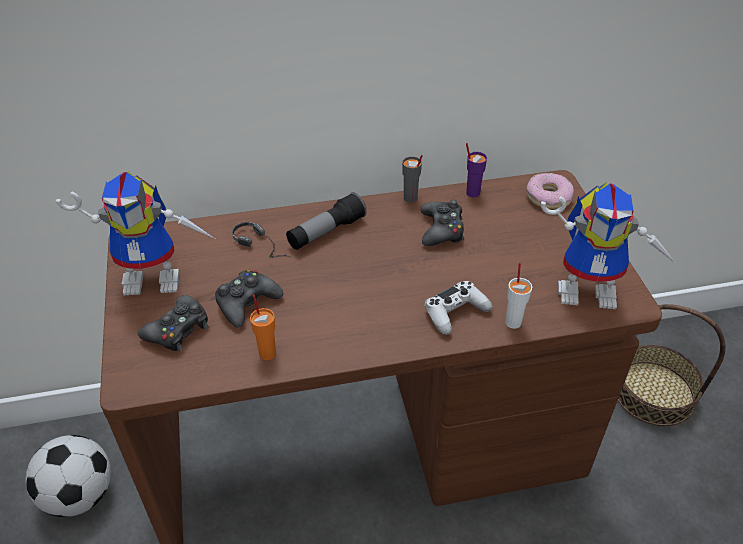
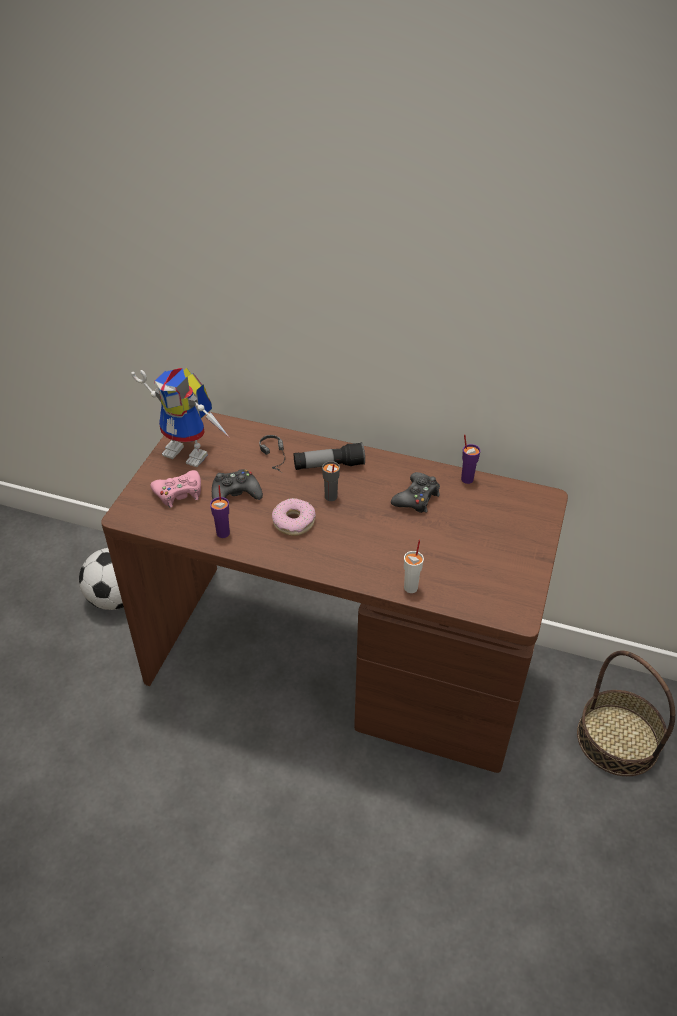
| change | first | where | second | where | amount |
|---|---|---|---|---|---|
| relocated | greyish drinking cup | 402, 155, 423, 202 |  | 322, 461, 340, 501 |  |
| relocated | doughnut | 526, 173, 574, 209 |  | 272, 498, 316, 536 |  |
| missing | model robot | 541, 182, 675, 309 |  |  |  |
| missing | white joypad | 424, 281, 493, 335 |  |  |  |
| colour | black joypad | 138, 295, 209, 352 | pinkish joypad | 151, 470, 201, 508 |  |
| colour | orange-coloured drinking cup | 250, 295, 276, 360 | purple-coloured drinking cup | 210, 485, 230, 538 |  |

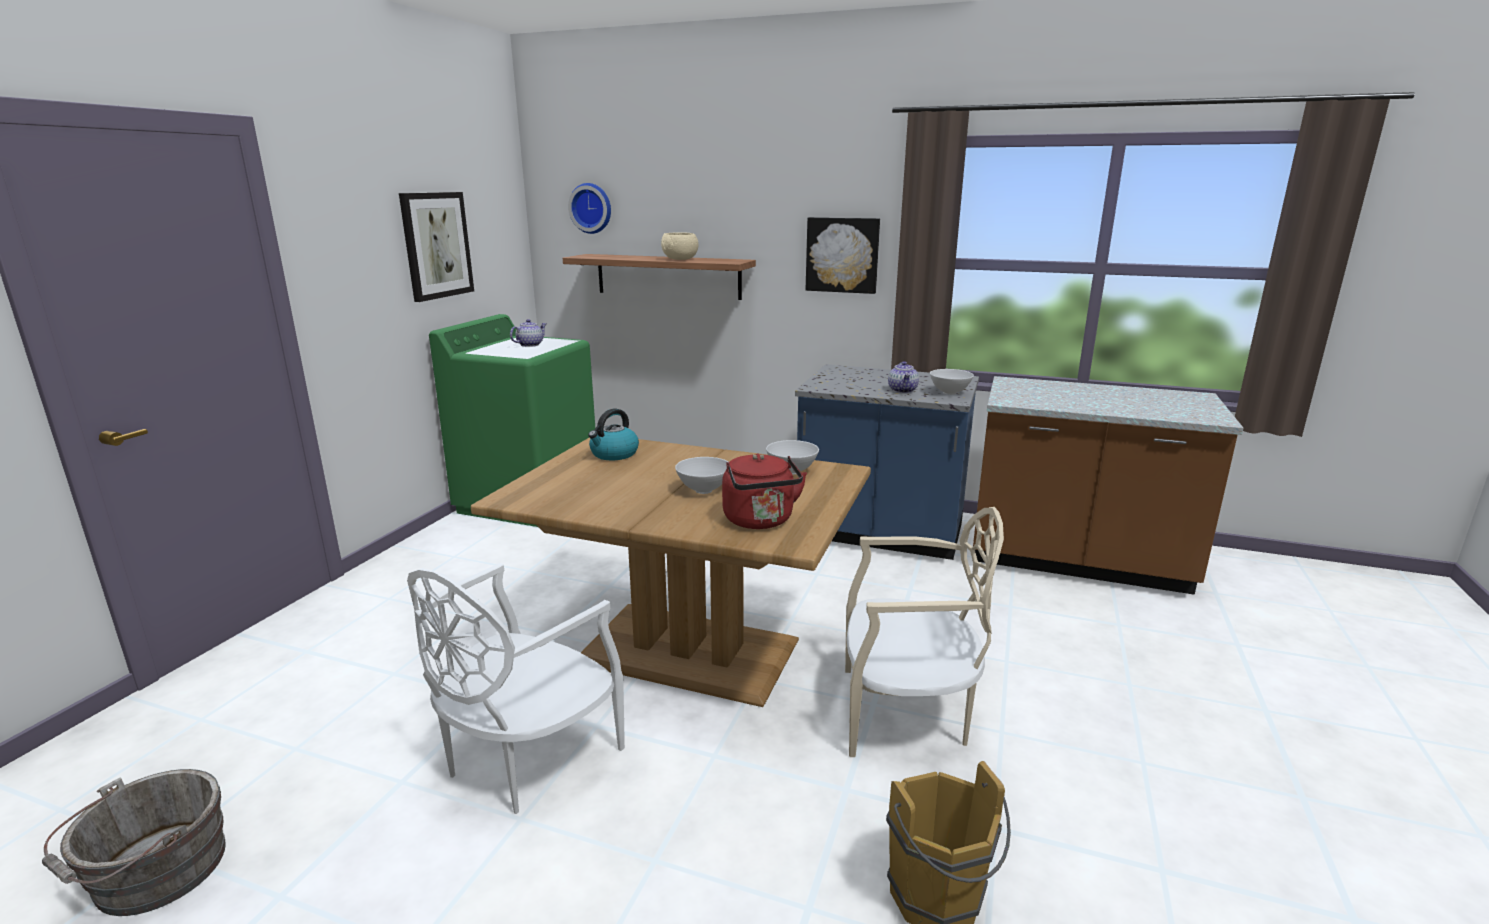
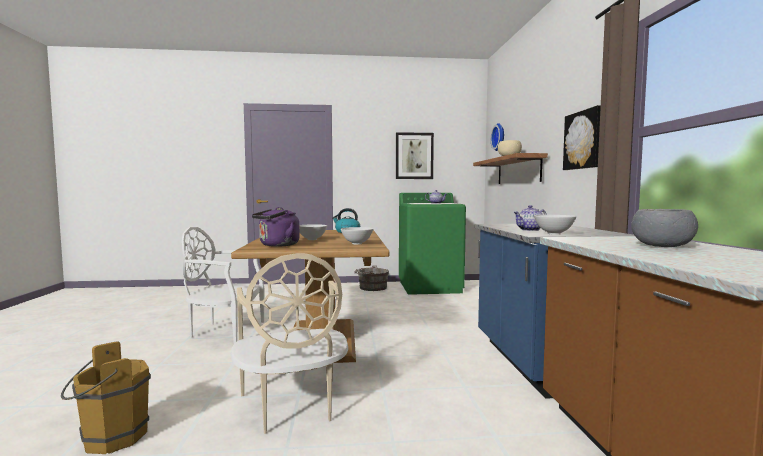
| change | first | where | second | where | amount |
|---|---|---|---|---|---|
| colour | red kettle | 722, 454, 807, 529 | purple-coloured kettle | 252, 207, 300, 247 |  |
| relocated | greyish bucket | 42, 769, 226, 916 |  | 354, 265, 389, 291 |  |
| appeared |  |  | greyish serving bowl | 631, 209, 698, 247 |  |

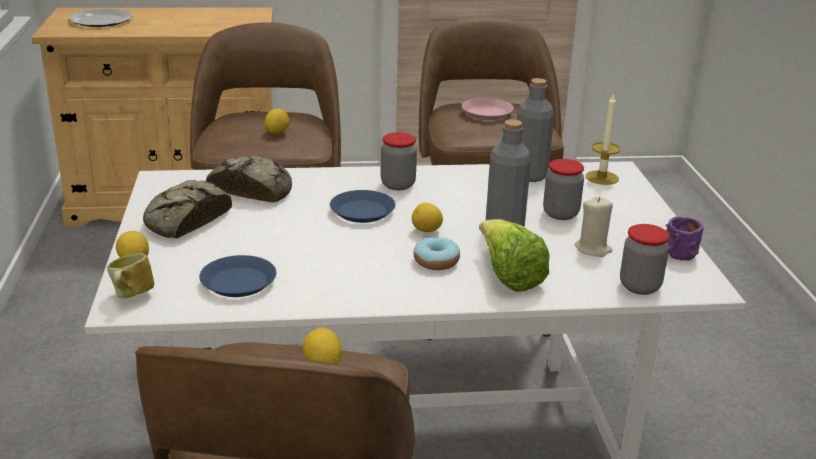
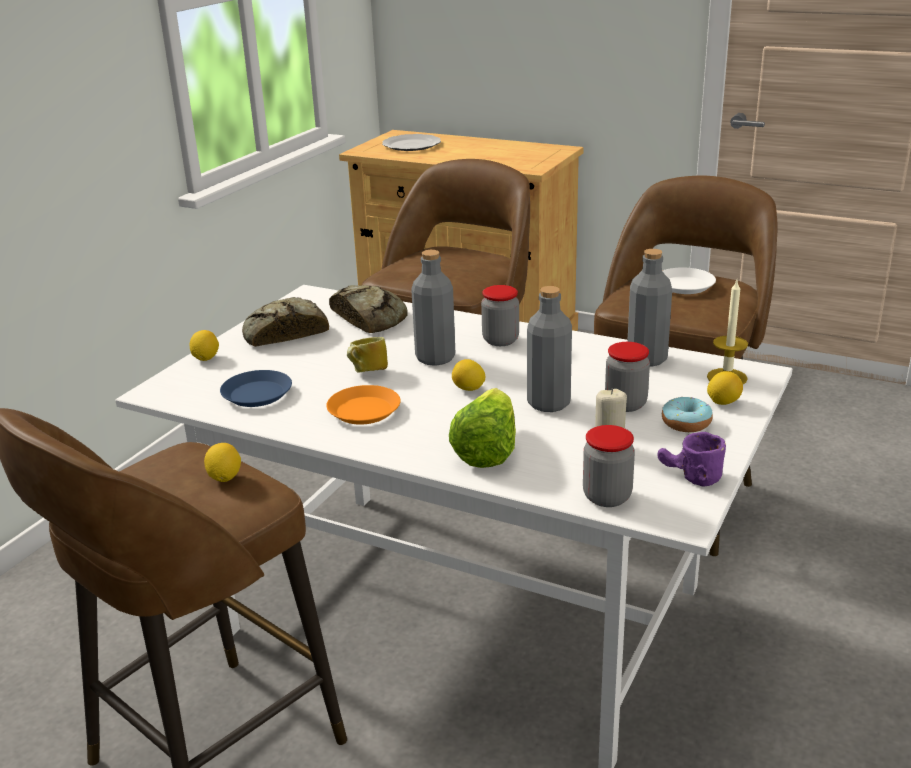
| change | first | where | second | where | amount |
|---|---|---|---|---|---|
| colour | pinkish plate | 462, 98, 514, 120 | white plate | 663, 268, 716, 294 |  |
| relocated | whole lemon | 264, 109, 290, 134 |  | 707, 371, 743, 405 |  |
| exchanged | blue plate | 330, 190, 395, 223 | greyish drink bottle | 411, 250, 455, 366 |  |
| relocated | doughnut | 414, 237, 460, 270 |  | 662, 397, 713, 432 |  |
| relocated | tea mug | 107, 253, 154, 298 |  | 347, 337, 388, 372 |  |
| appeared |  |  | orange-coloured plate | 326, 385, 401, 425 |  |

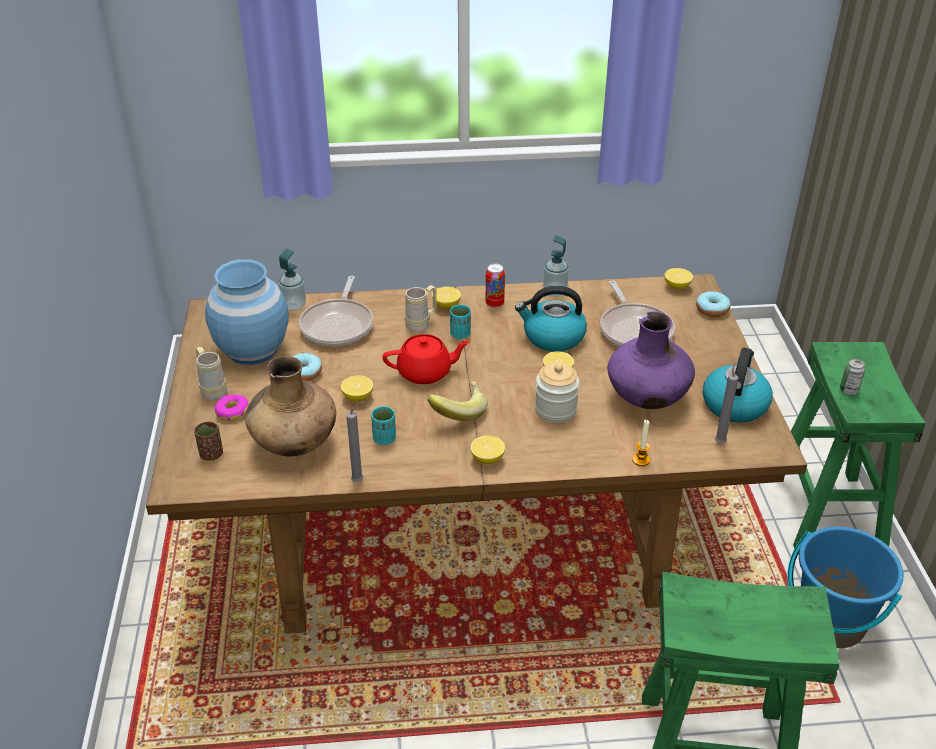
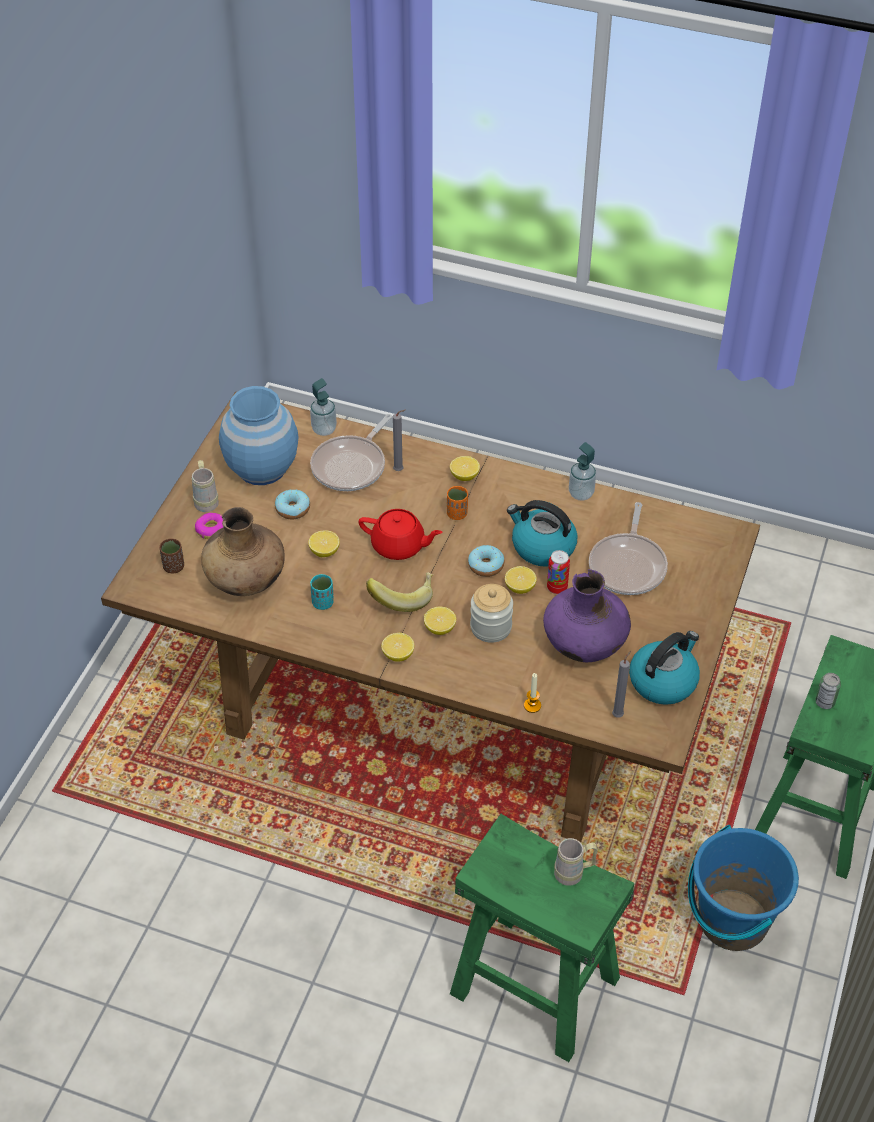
| change | first | where | second | where | amount |
|---|---|---|---|---|---|
| relocated | sealed can | 486, 264, 505, 308 |  | 547, 550, 570, 594 |  |
| relocated | whole lemon | 664, 268, 693, 290 |  | 424, 607, 456, 635 |  |
| relocated | sand-coloured tea mug | 405, 285, 437, 332 |  | 554, 838, 598, 886 |  |
| relocated | doughnut | 696, 291, 731, 317 |  | 468, 545, 504, 577 |  |
| colour | turquoise drinking cup | 450, 305, 471, 339 | orange-coloured drinking cup | 447, 486, 468, 520 |  |
| relocated | greyish wax candle | 346, 403, 363, 482 |  | 393, 409, 406, 471 |  |

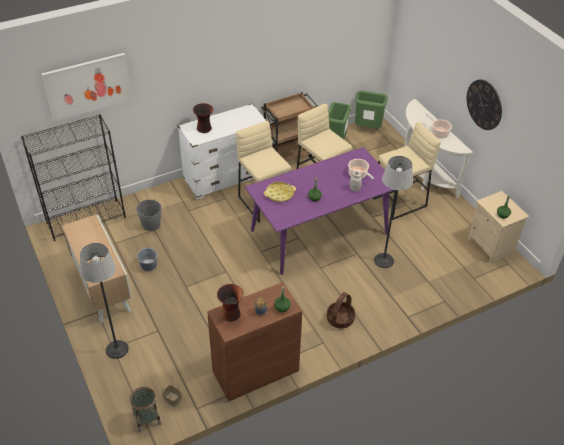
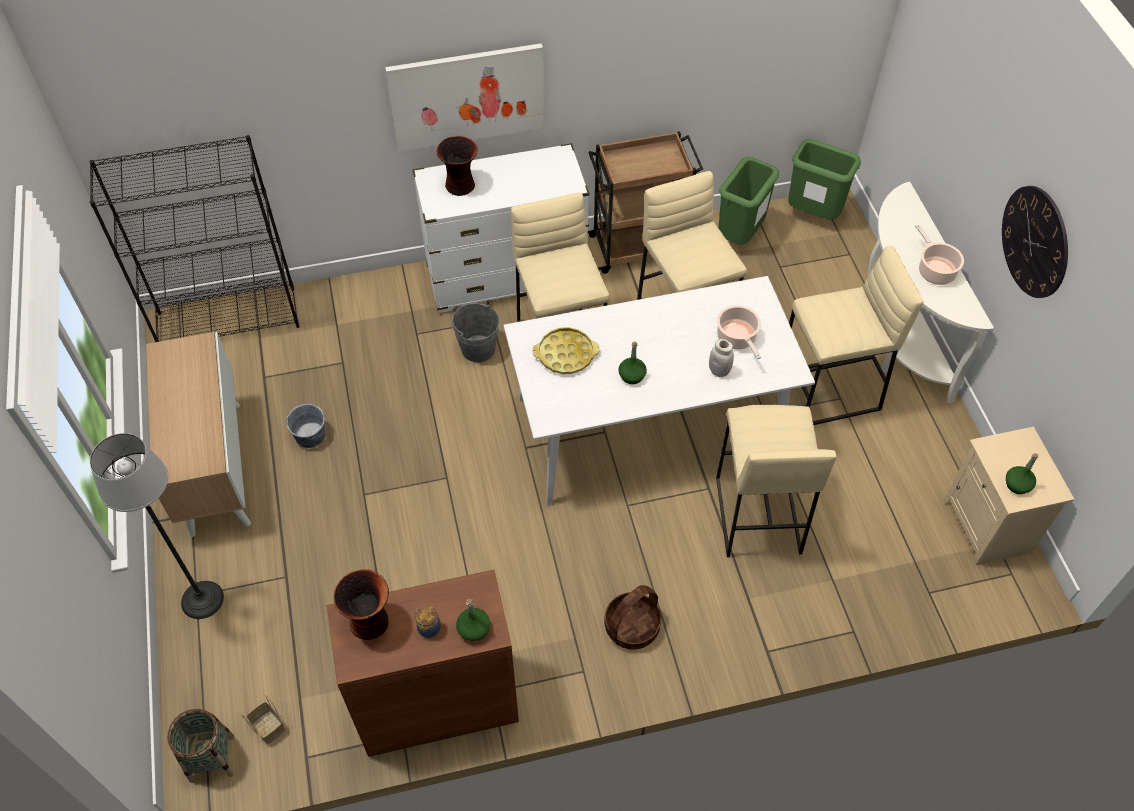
| change | first | where | second | where | amount |
|---|---|---|---|---|---|
| relocated | wall picture | 41, 53, 132, 122 |  | 385, 43, 545, 152 |  |
| colour | purple-coloured kitchen table | 245, 147, 394, 275 | white kitchen table | 503, 276, 815, 506 |  |
| exchanged | standard lamp | 374, 156, 413, 268 | sand-coloured stool | 716, 405, 837, 557 |  |
| relocated | greyish bucket | 136, 199, 162, 231 |  | 452, 303, 500, 362 |  |

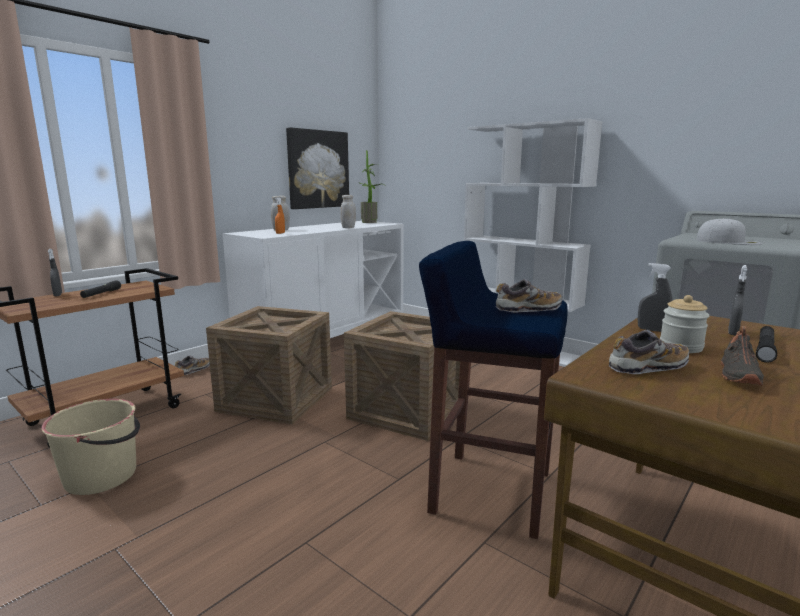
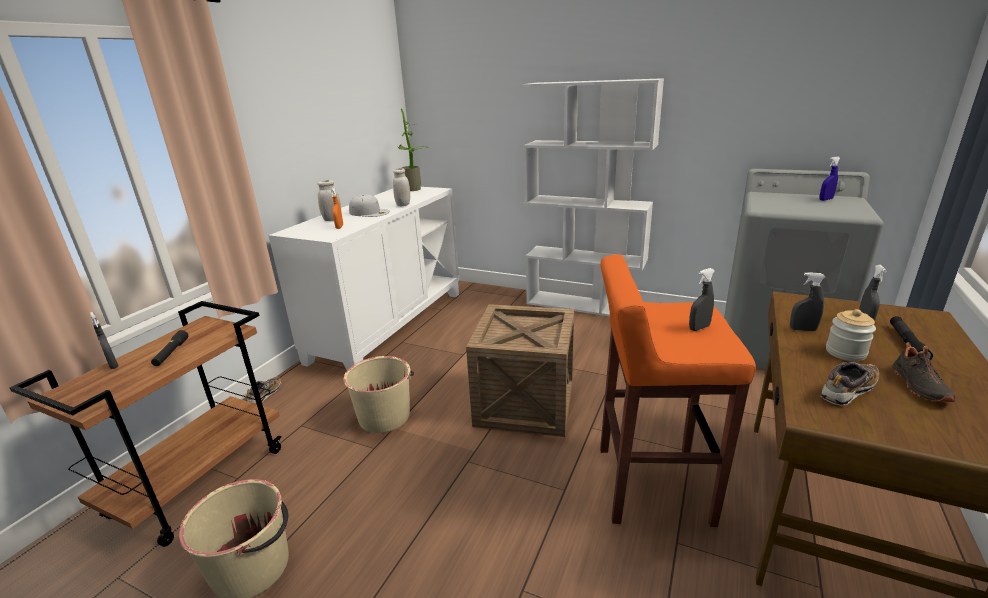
| change | first | where | second | where | amount |
|---|---|---|---|---|---|
| missing | wall picture | 286, 127, 349, 209 |  |  |  |
| relocated | white cap | 697, 218, 762, 245 |  | 349, 195, 390, 217 |  |
| colour | blue stool | 419, 241, 568, 539 | orange-coloured stool | 600, 254, 756, 527 |  |
| exchanged | shoe | 496, 279, 562, 312 | greyish hand sprayer | 689, 268, 715, 331 |  |
| exchanged | crate | 206, 306, 332, 424 | sand-coloured bucket | 343, 356, 414, 433 |  |
| appeared |  |  | blue hand sprayer | 819, 156, 841, 201 |  |

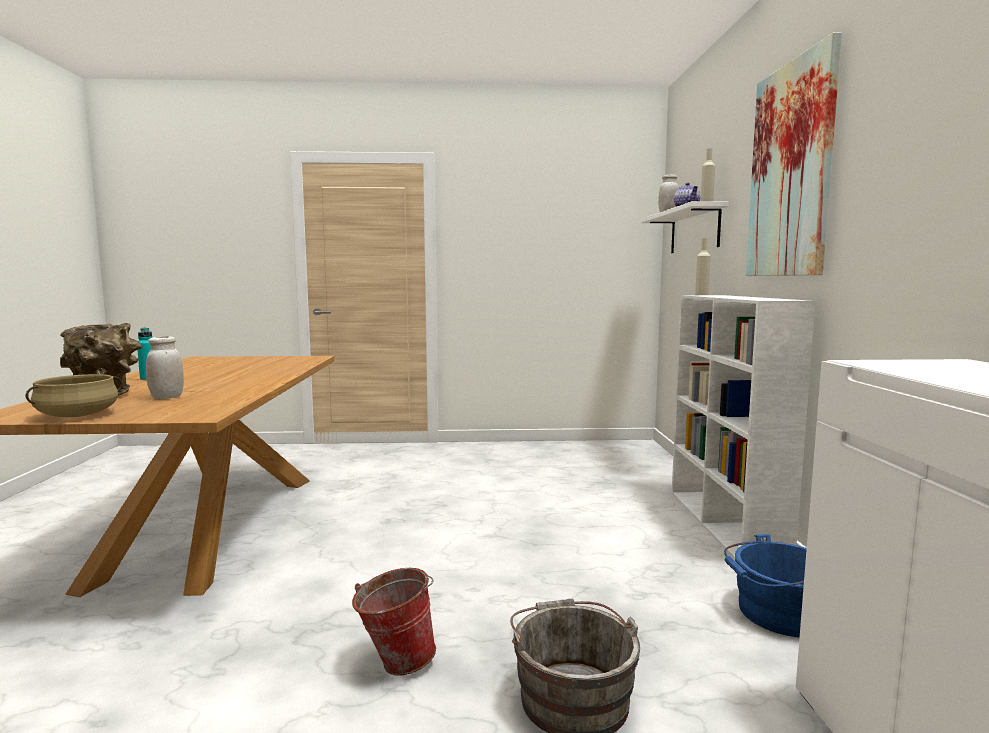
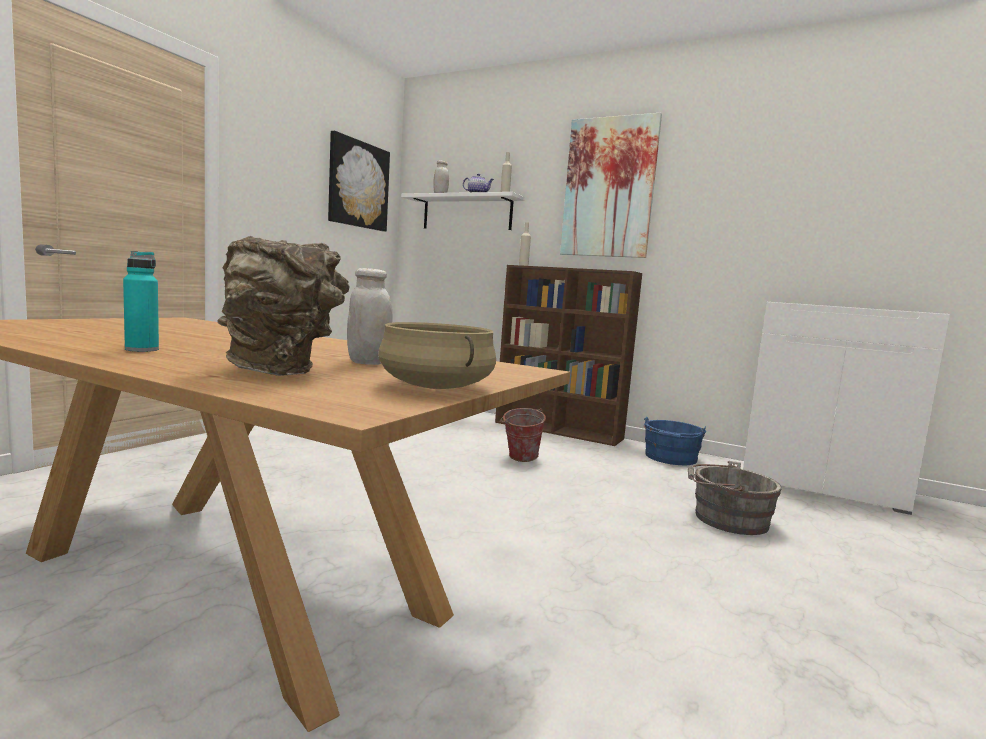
| change | first | where | second | where | amount |
|---|---|---|---|---|---|
| colour | white bookshelf | 672, 295, 815, 559 | brown-coloured bookshelf | 495, 265, 642, 446 |  |
| relocated | bucket | 352, 568, 436, 676 |  | 501, 408, 546, 462 |  |
| appeared |  |  | wall picture | 328, 131, 390, 232 |  |

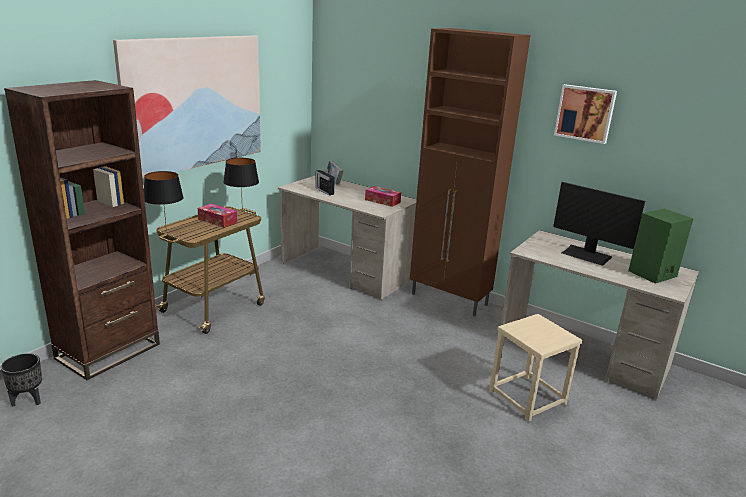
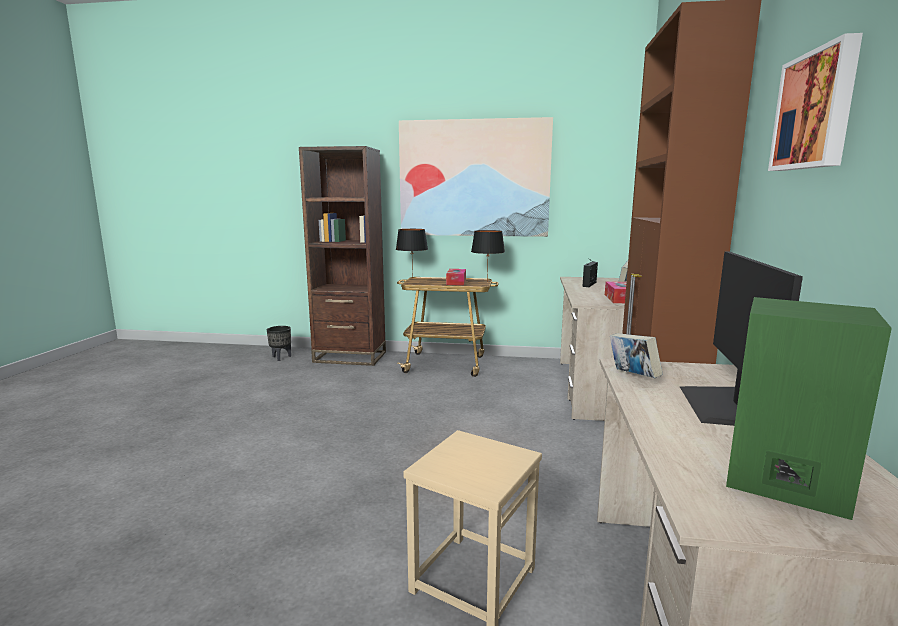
| change | first | where | second | where | amount |
|---|---|---|---|---|---|
| appeared |  |  | bound book | 610, 333, 663, 378 |  |

